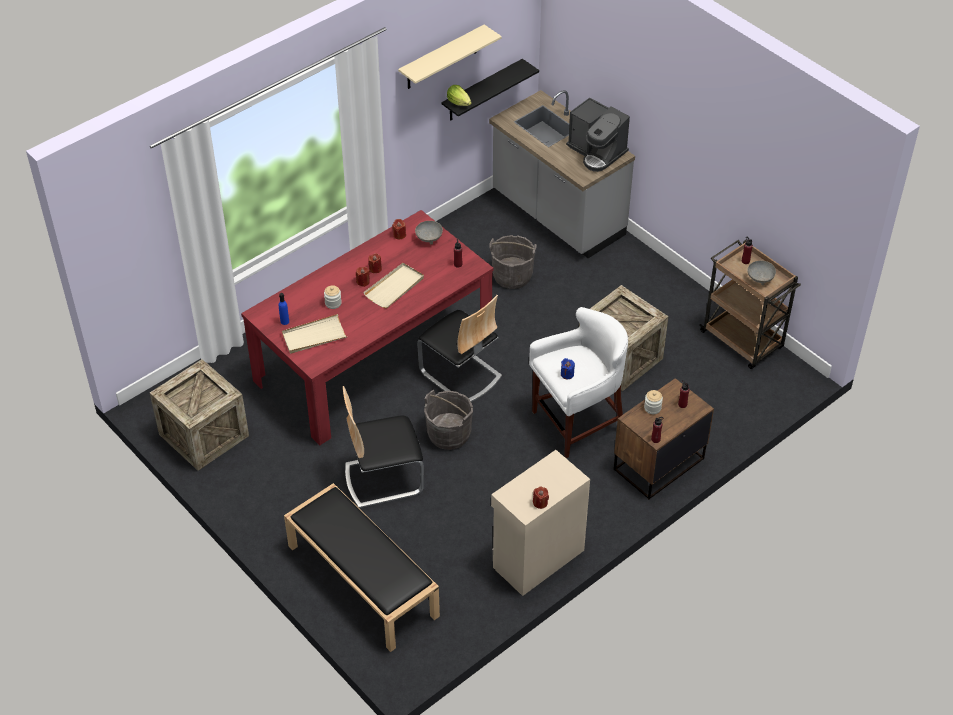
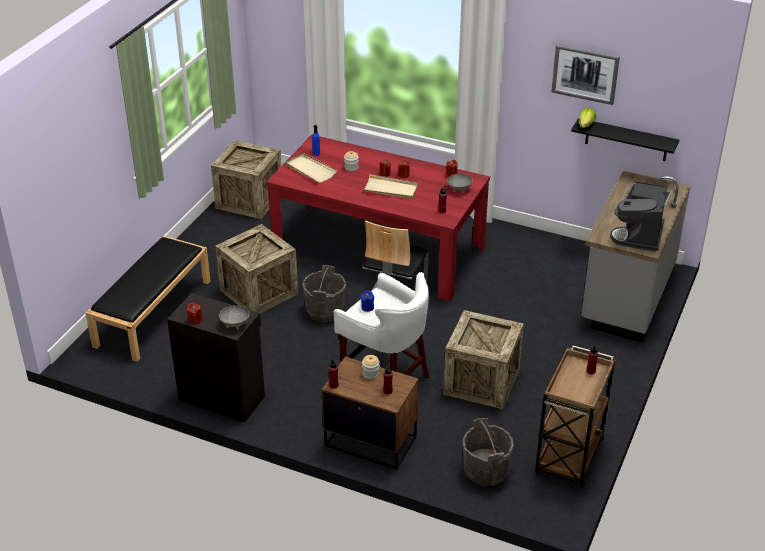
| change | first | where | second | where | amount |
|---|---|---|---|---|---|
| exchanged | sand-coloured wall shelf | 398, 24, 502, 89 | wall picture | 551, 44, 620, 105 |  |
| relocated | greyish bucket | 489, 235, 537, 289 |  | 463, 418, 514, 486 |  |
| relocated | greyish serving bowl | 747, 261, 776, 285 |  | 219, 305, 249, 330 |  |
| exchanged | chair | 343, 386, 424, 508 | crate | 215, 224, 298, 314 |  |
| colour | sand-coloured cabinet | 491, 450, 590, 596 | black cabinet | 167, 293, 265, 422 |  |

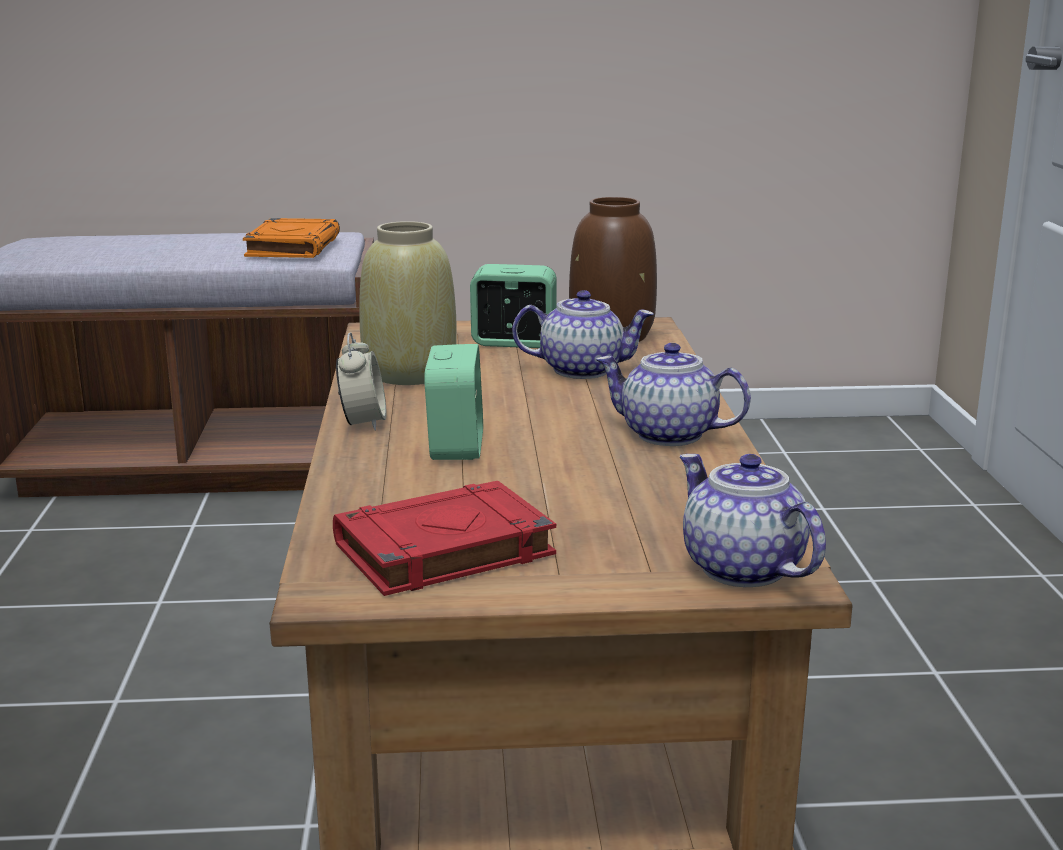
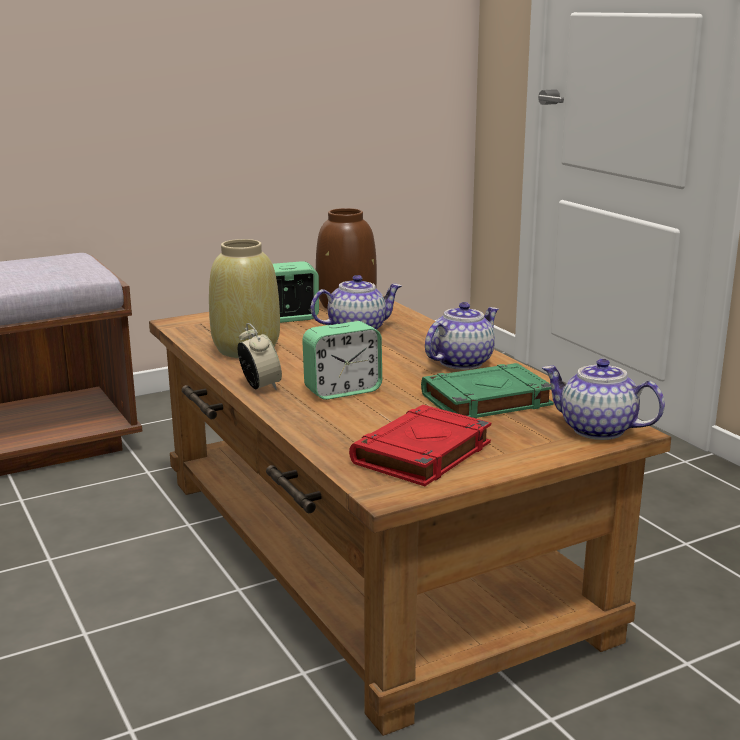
| change | first | where | second | where | amount |
|---|---|---|---|---|---|
| missing | orange-coloured bound book | 243, 218, 340, 258 |  |  |  |
| spun | pot for tea | 596, 343, 751, 446 |  | 425, 302, 498, 370 | 135 degrees clockwise |
| spun | bedside clock | 424, 344, 483, 460 |  | 302, 321, 382, 400 | 90 degrees clockwise |
| appeared |  |  | greenish bound book | 421, 363, 554, 419 |  |

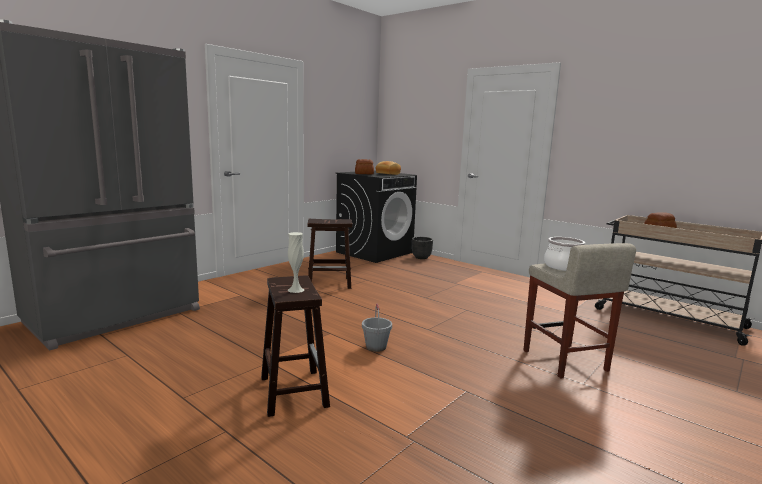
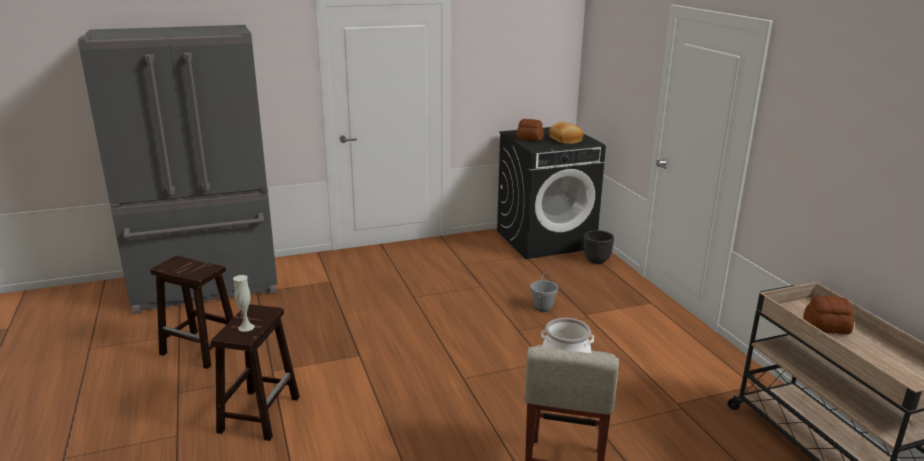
| change | first | where | second | where | amount |
|---|---|---|---|---|---|
| relocated | brown-coloured stool | 308, 219, 352, 289 |  | 150, 256, 234, 369 |  |
| relocated | greyish bucket | 362, 304, 392, 352 |  | 530, 269, 558, 312 |  |

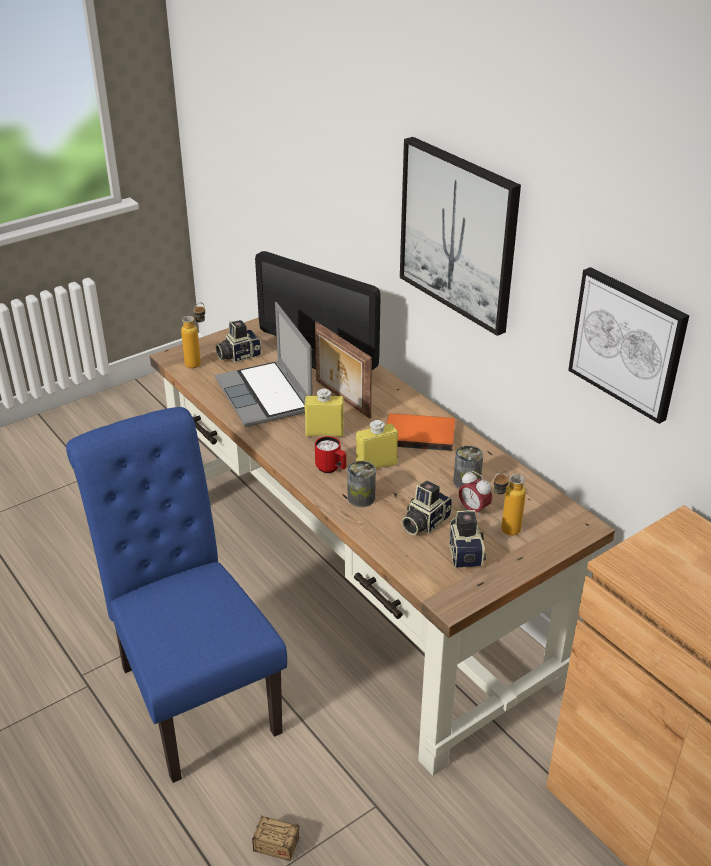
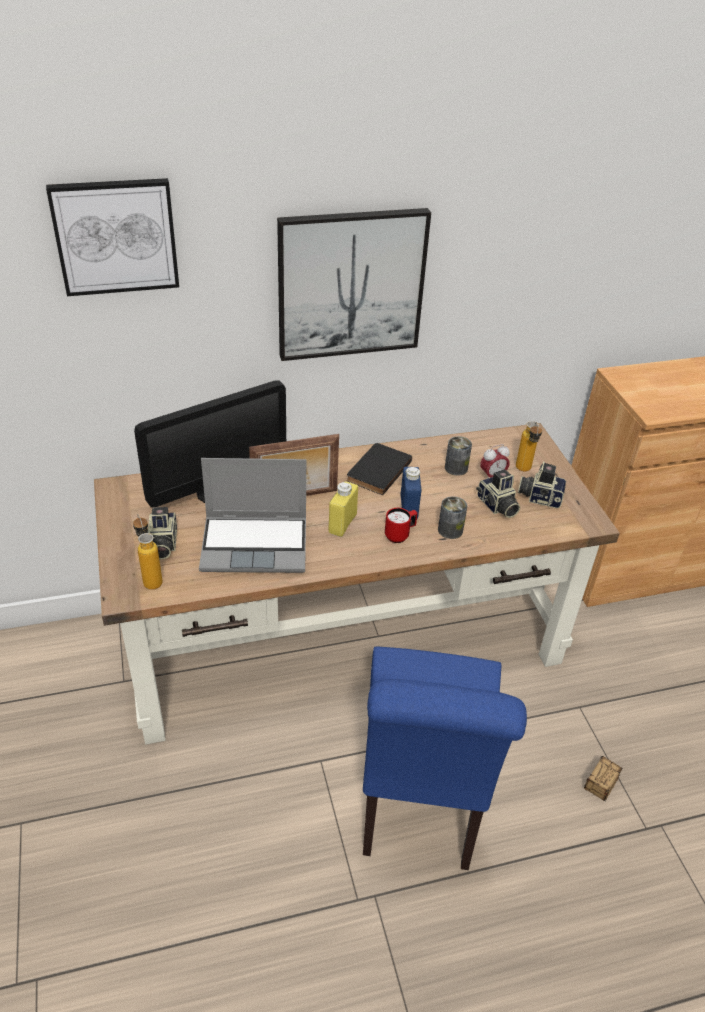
| change | first | where | second | where | amount |
|---|---|---|---|---|---|
| relocated | wall picture | 568, 267, 689, 424 |  | 46, 178, 179, 296 |  |
| spun | blue chair | 66, 407, 287, 783 |  | 363, 646, 527, 870 | 75 degrees counterclockwise |
| colour | orange-coloured bound book | 386, 413, 455, 451 | black bound book | 347, 443, 412, 495 |  |
| colour | yellow-coloured drink bottle | 356, 420, 398, 469 | blue drink bottle | 401, 467, 421, 520 |  |

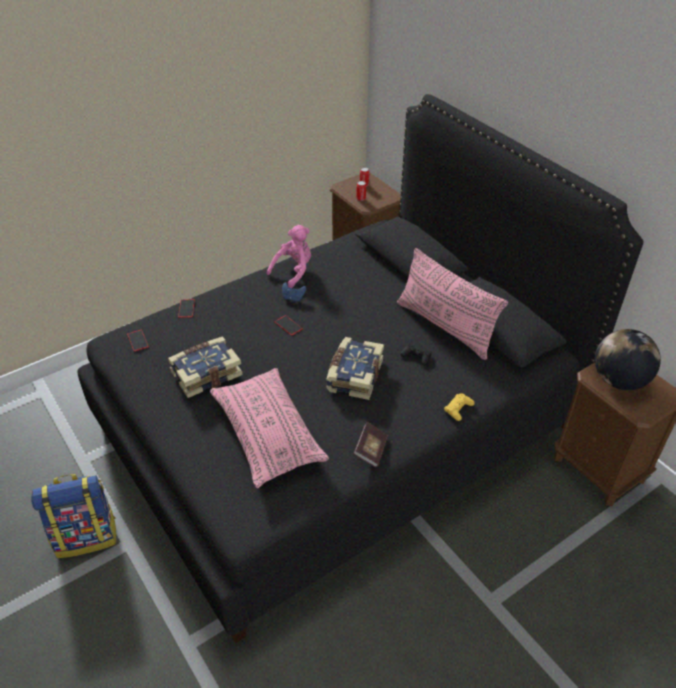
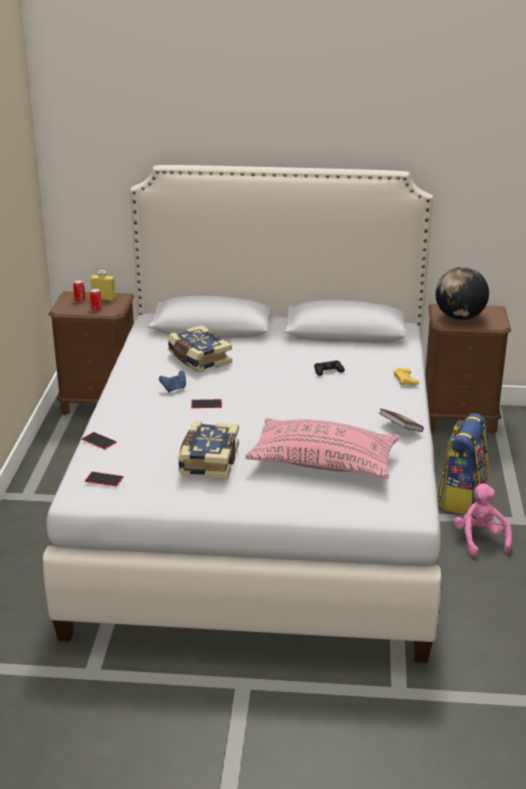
| change | first | where | second | where | amount |
|---|---|---|---|---|---|
| colour | black bedroom bed | 77, 94, 643, 643 | white bedroom bed | 43, 165, 441, 663 |  |
| relocated | pinkish cuddly toy | 267, 225, 311, 288 |  | 454, 483, 512, 556 |  |
| missing | pinkish pillow | 397, 248, 508, 360 |  |  |  |
| relocated | bound book | 326, 337, 384, 400 |  | 167, 325, 232, 373 |  |
| relocated | backpack | 31, 474, 116, 558 |  | 437, 413, 489, 515 |  |
| appeared |  |  | yellow-coloured drink bottle | 90, 270, 116, 301 |  |

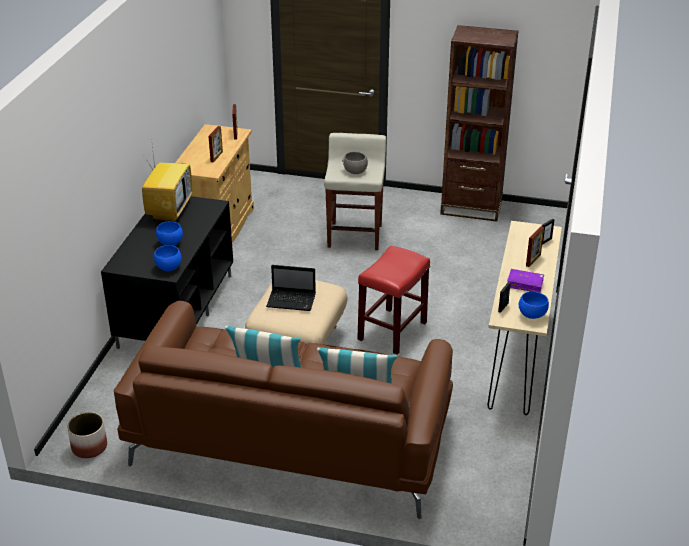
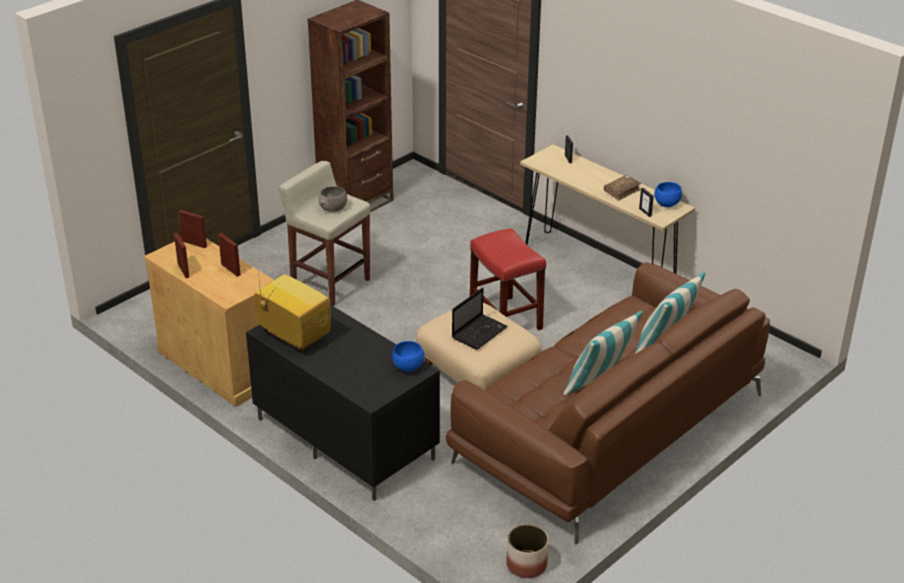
| change | first | where | second | where | amount |
|---|---|---|---|---|---|
| missing | blue serving bowl | 156, 221, 183, 246 |  |  |  |
| relocated | photo frame | 526, 226, 544, 267 |  | 174, 233, 189, 278 |  |
| colour | purple-coloured bound book | 507, 269, 544, 293 | brown-coloured bound book | 604, 175, 641, 200 |  |

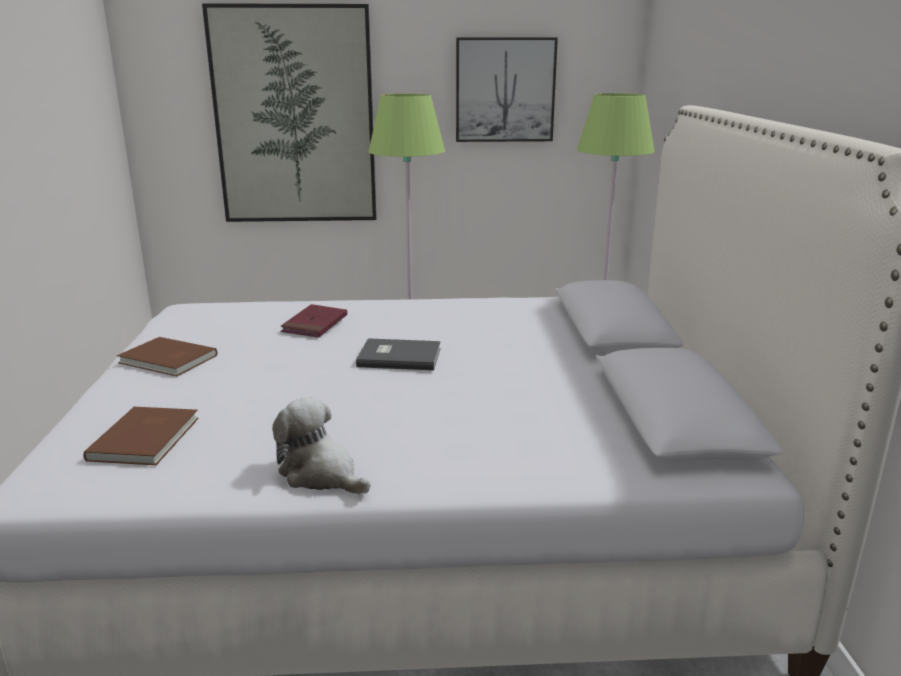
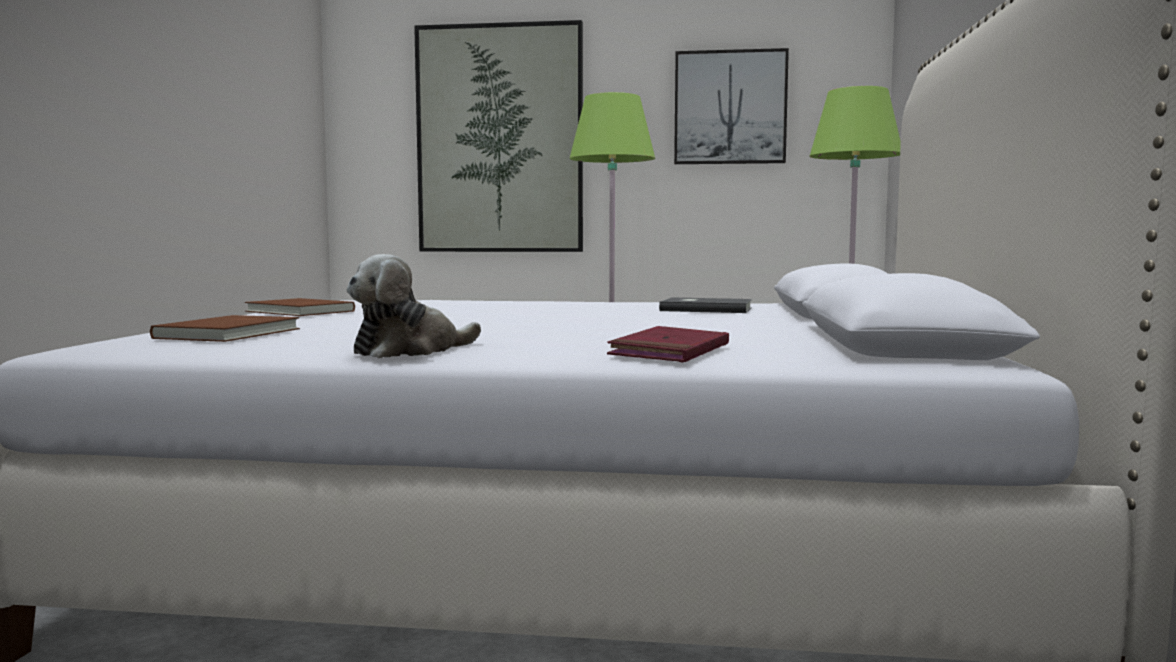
| change | first | where | second | where | amount |
|---|---|---|---|---|---|
| relocated | red bound book | 281, 304, 347, 338 |  | 607, 326, 729, 362 |  |
| relocated | greyish bound book | 356, 338, 441, 370 |  | 659, 297, 752, 313 |  |
| spun | cuddly toy | 272, 397, 371, 494 |  | 347, 254, 481, 358 | 90 degrees counterclockwise |

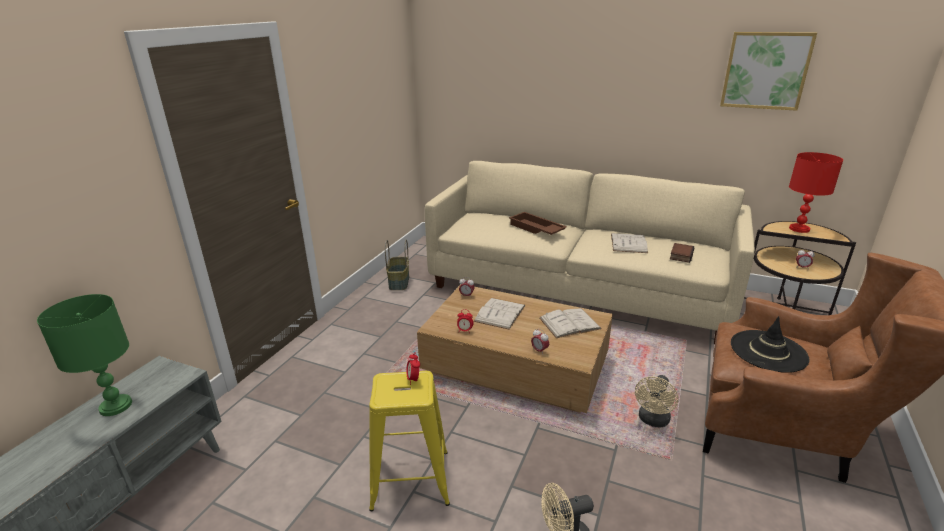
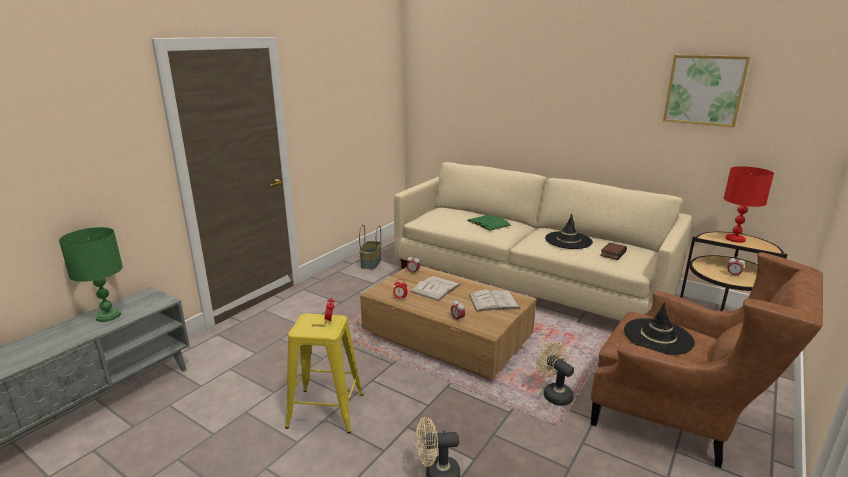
| change | first | where | second | where | amount |
|---|---|---|---|---|---|
| exchanged | brown-coloured serving tray | 509, 212, 567, 235 | greenish bound book | 467, 215, 511, 231 |  |
| exchanged | white bound book | 611, 233, 648, 253 | black hat | 545, 214, 593, 249 |  |
| spun | sand-coloured fan | 635, 375, 678, 427 |  | 536, 342, 574, 406 | 105 degrees clockwise |

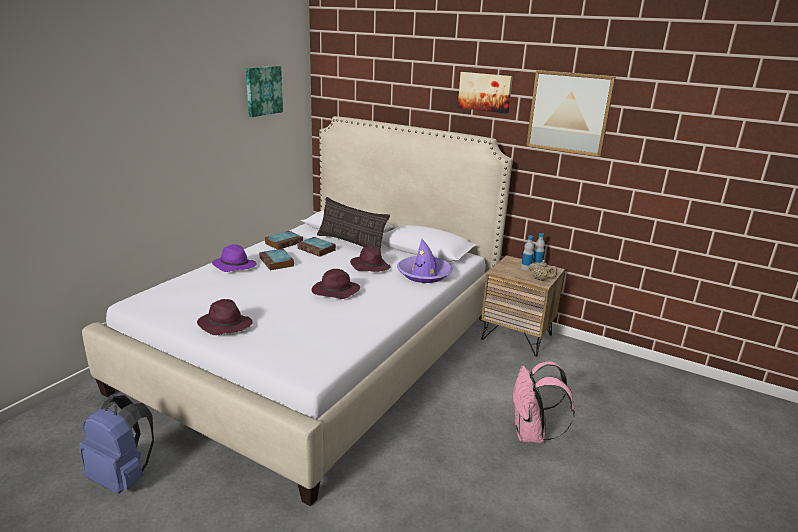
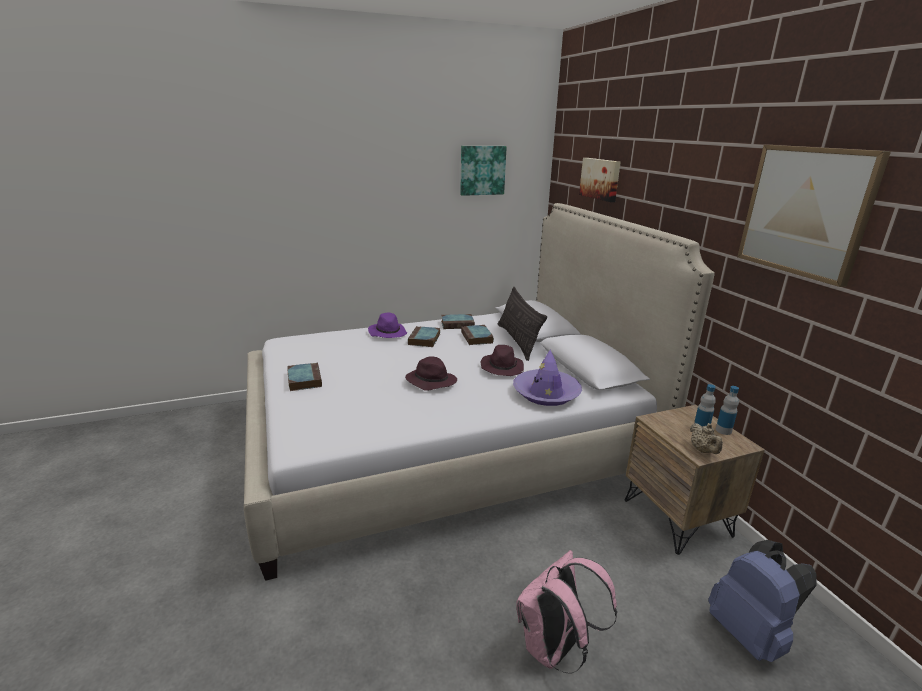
| change | first | where | second | where | amount |
|---|---|---|---|---|---|
| relocated | wall picture | 458, 72, 513, 114 |  | 579, 158, 621, 202 |  |
| exchanged | purple-coloured hat | 197, 299, 252, 335 | bound book | 287, 362, 322, 391 |  |
| relocated | blue backpack | 79, 395, 154, 494 |  | 708, 540, 816, 662 |  |

